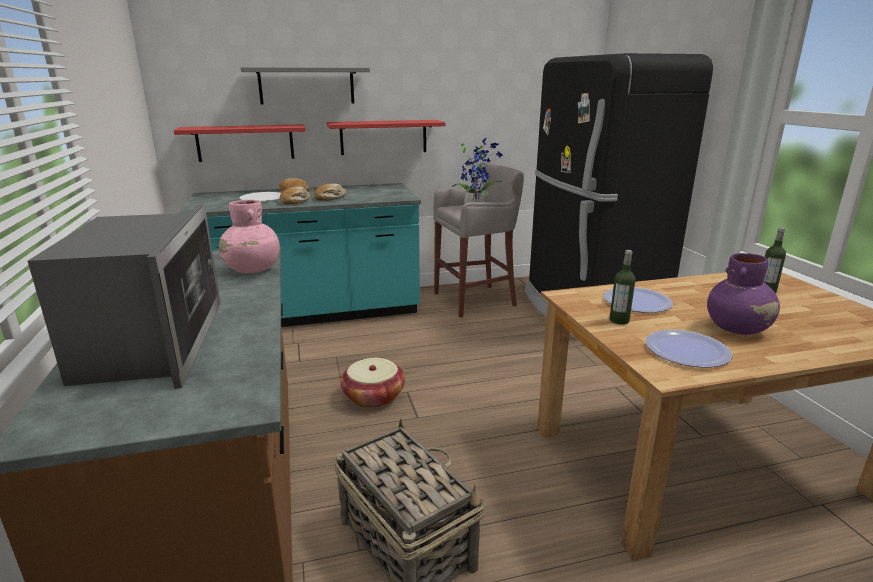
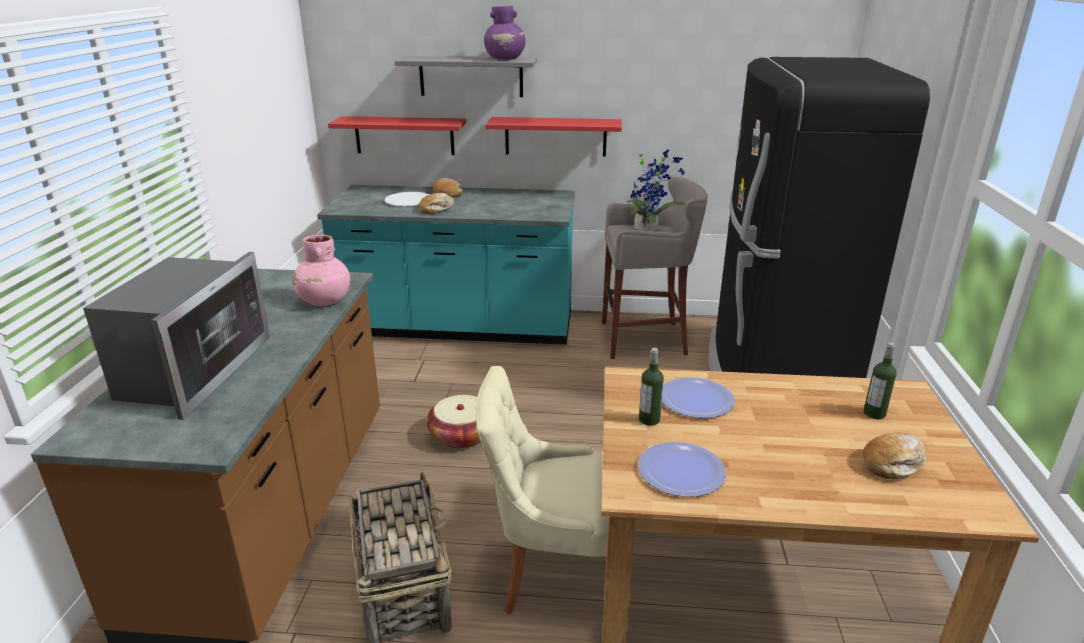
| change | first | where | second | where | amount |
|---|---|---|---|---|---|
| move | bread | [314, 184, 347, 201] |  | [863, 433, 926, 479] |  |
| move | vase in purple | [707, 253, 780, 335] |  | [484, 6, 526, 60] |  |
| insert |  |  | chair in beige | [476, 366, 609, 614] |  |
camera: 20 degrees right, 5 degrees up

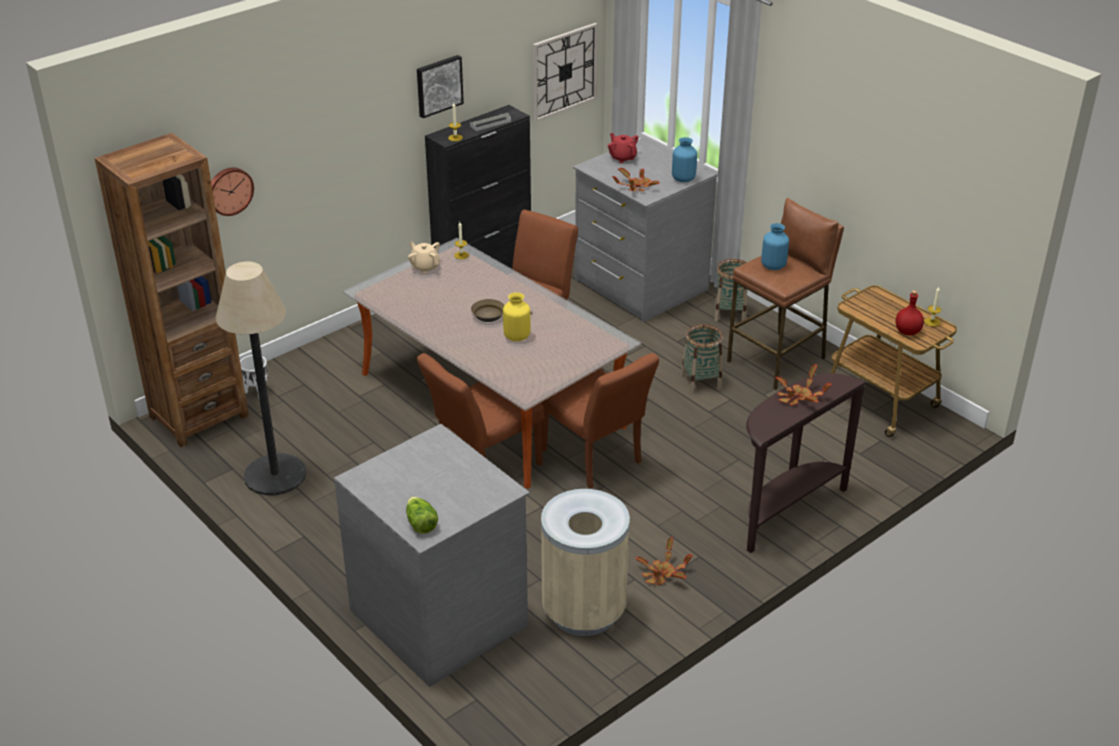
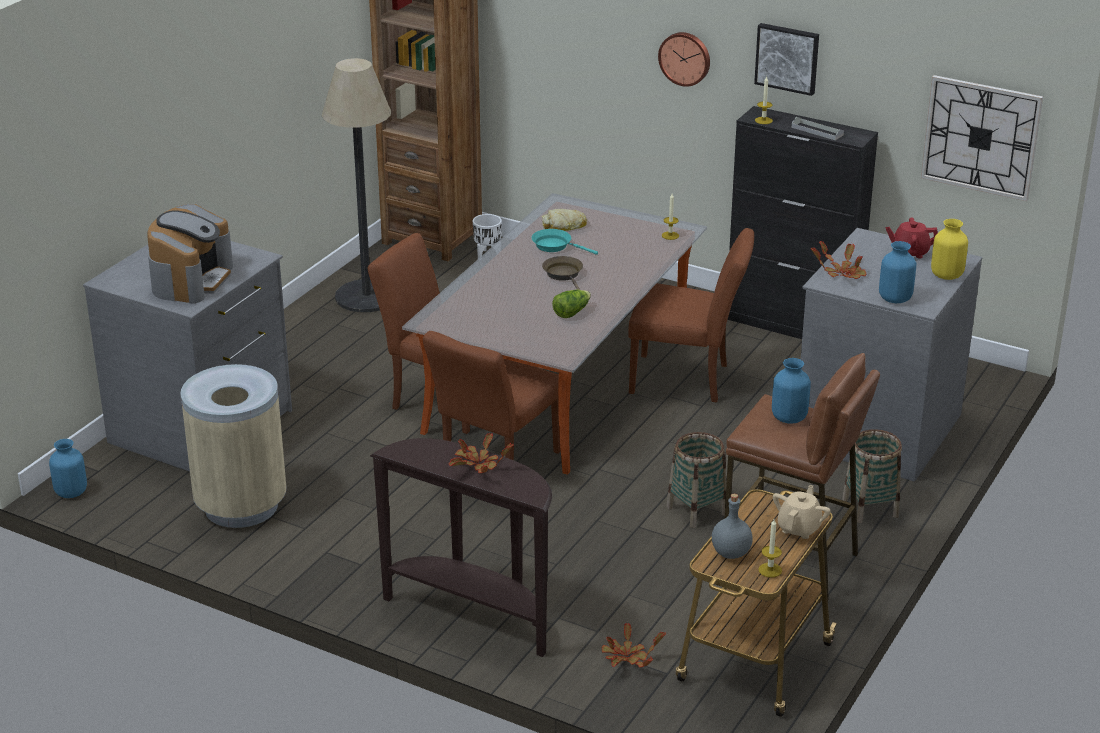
| change | first | where | second | where | amount |
|---|---|---|---|---|---|
| rotate | teapot in red | [608, 133, 638, 163] |  | [886, 217, 938, 259] | 120 degrees counterclockwise |
| move | wall clock | [211, 168, 254, 216] |  | [658, 32, 710, 87] |  |
| move | teapot in beige | [408, 241, 440, 274] |  | [773, 485, 831, 539] |  |
| recolor | bottle in red | [896, 290, 924, 335] | bottle in grey | [712, 494, 753, 559] |  |
| move | vase in yellow | [503, 292, 531, 341] |  | [931, 219, 968, 280] |  |
| move | lettuce | [406, 496, 438, 534] |  | [552, 290, 591, 318] |  |
| move | potted plant | [636, 537, 693, 585] |  | [601, 622, 666, 668] |  |
| insert |  |  | coffee machine | [147, 204, 233, 303] |  |
| insert |  |  | bread | [542, 209, 587, 231] |  |
| insert |  |  | frying pan in turquoise | [532, 229, 598, 255] |  |
| insert |  |  | vase in blue | [49, 439, 87, 498] |  |
camera: 70 degrees right, 5 degrees down

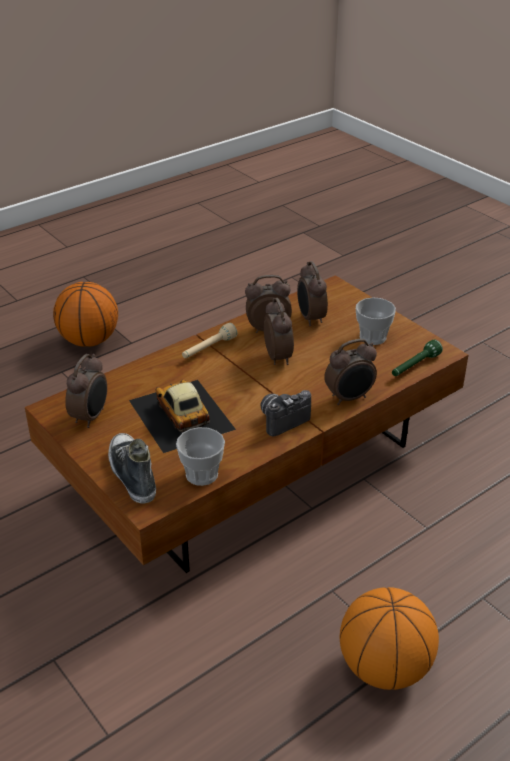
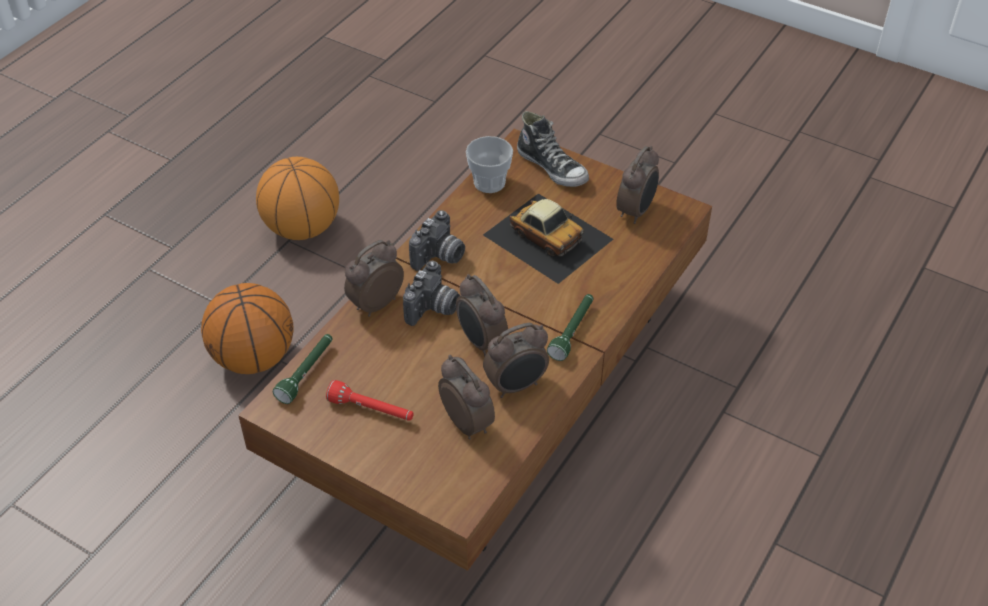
| change | first | where | second | where | amount |
|---|---|---|---|---|---|
| move | basketball | [53, 282, 118, 347] |  | [201, 283, 293, 374] |  |
| replace | cup | [356, 298, 396, 345] | flashlight in red | [326, 380, 414, 421] |  |
| recolor | flashlight in beige | [182, 323, 237, 358] | flashlight in green | [547, 294, 593, 361] |  |
| rotate | alarm clock | [65, 354, 107, 428] |  | [616, 146, 659, 224] | 150 degrees counterclockwise |
| insert |  |  | photo camera | [403, 261, 460, 326] |  |
camera: 160 degrees right, 10 degrees up

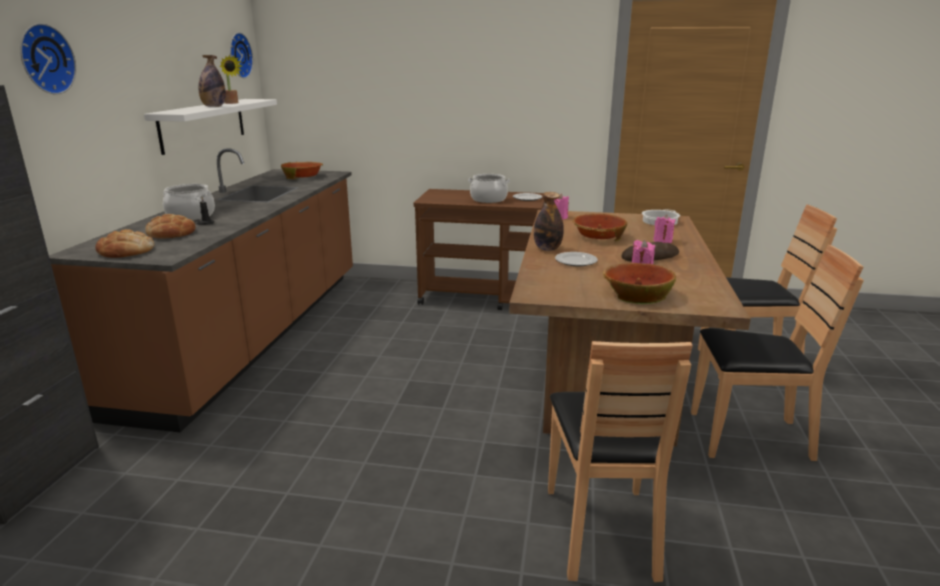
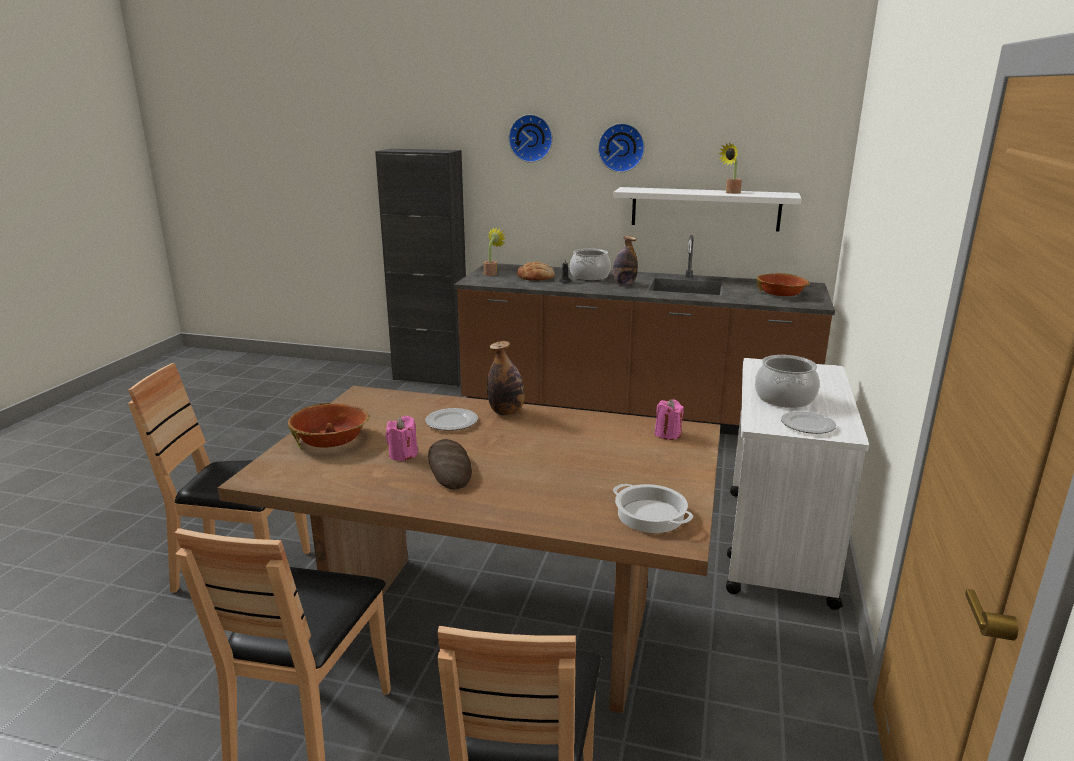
| change | first | where | second | where | amount |
|---|---|---|---|---|---|
| move | wall clock | [230, 32, 253, 78] |  | [598, 123, 645, 172] |  |
| move | bottle | [199, 55, 226, 107] |  | [613, 236, 638, 285] |  |
| recolor | cart in brown | [414, 189, 545, 310] | cart in white | [726, 358, 869, 610] |  |
| delete | bowl | [572, 214, 627, 241] |  |  |  |
| delete | candle in pink | [653, 215, 675, 243] |  |  |  |
| replace | bread | [95, 229, 155, 258] | potted plant | [483, 227, 506, 276] |  |
camera: 95 degrees right, 0 degrees up

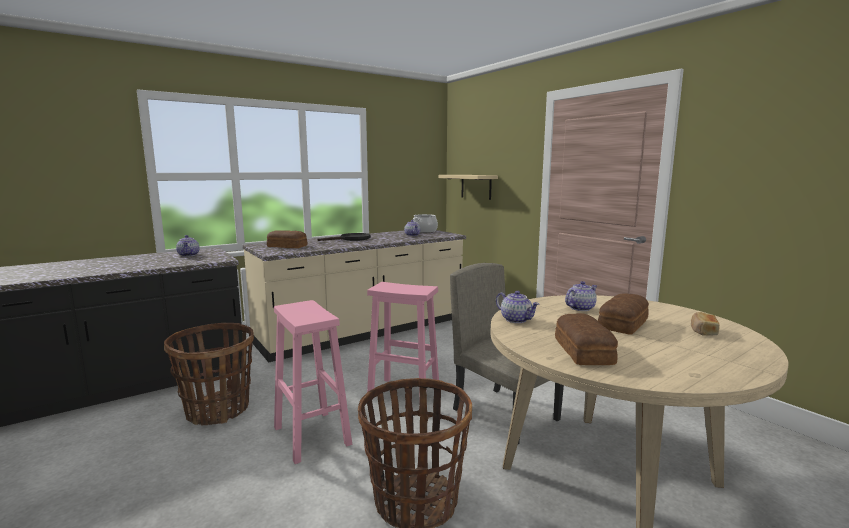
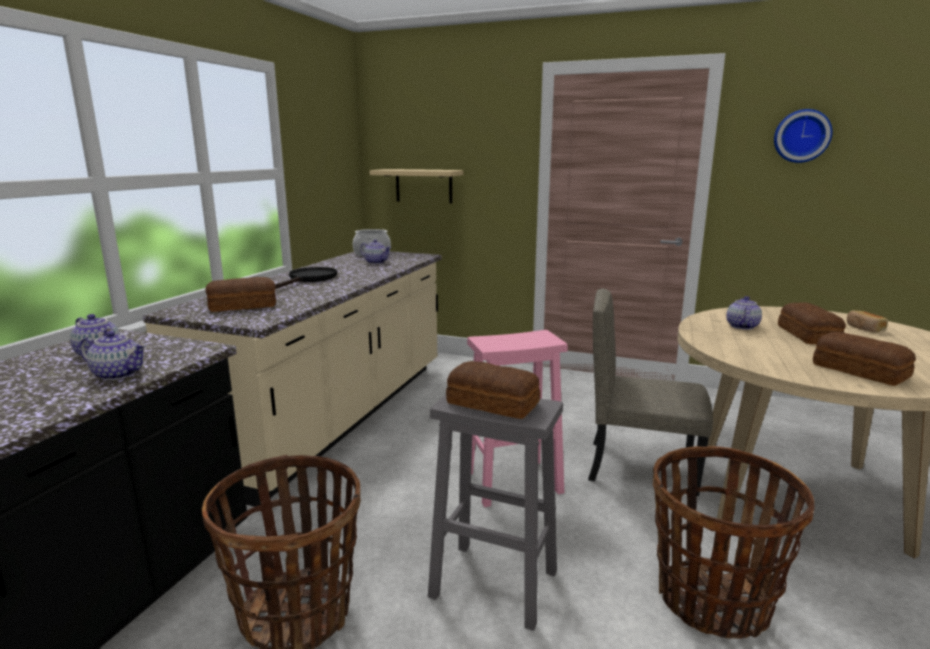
| change | first | where | second | where | amount |
|---|---|---|---|---|---|
| move | teapot | [496, 291, 539, 323] |  | [79, 331, 147, 380] |  |
| recolor | stool in pink | [274, 300, 352, 464] | stool in grey | [428, 394, 563, 631] |  |
| insert |  |  | wall clock | [774, 109, 832, 163] |  |
| insert |  |  | bread | [446, 361, 540, 419] |  |
camera: 35 degrees left, 5 degrees up

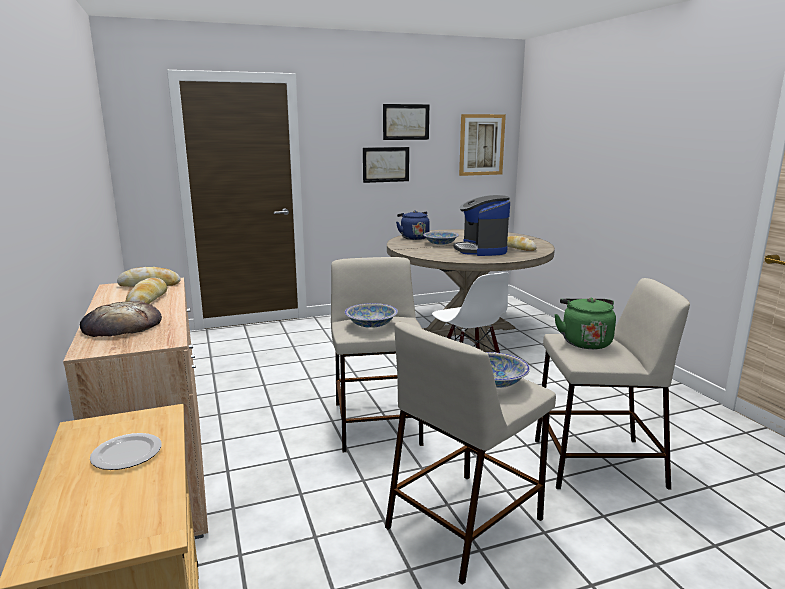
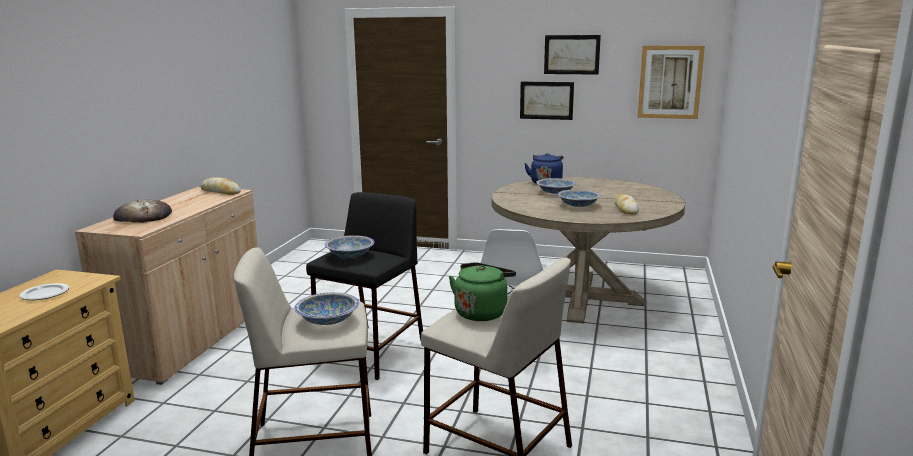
| change | first | where | second | where | amount |
|---|---|---|---|---|---|
| replace | coffee machine | [454, 195, 510, 256] | bowl | [558, 189, 601, 207] |  |
| recolor | stool in beige | [331, 257, 423, 452] | stool in black | [306, 192, 423, 380] |  |
| delete | bread | [125, 278, 167, 304] |  |  |  |
camera: 35 degrees right, 0 degrees up

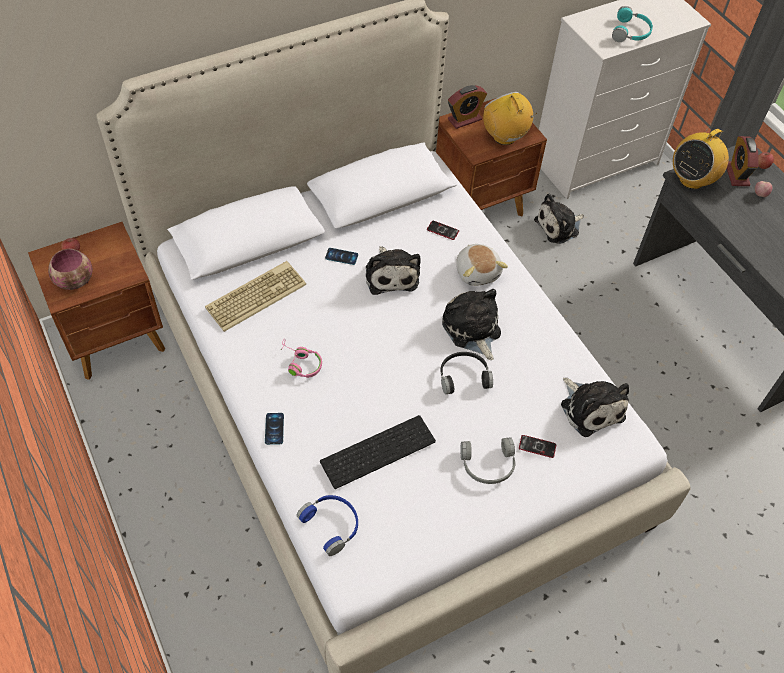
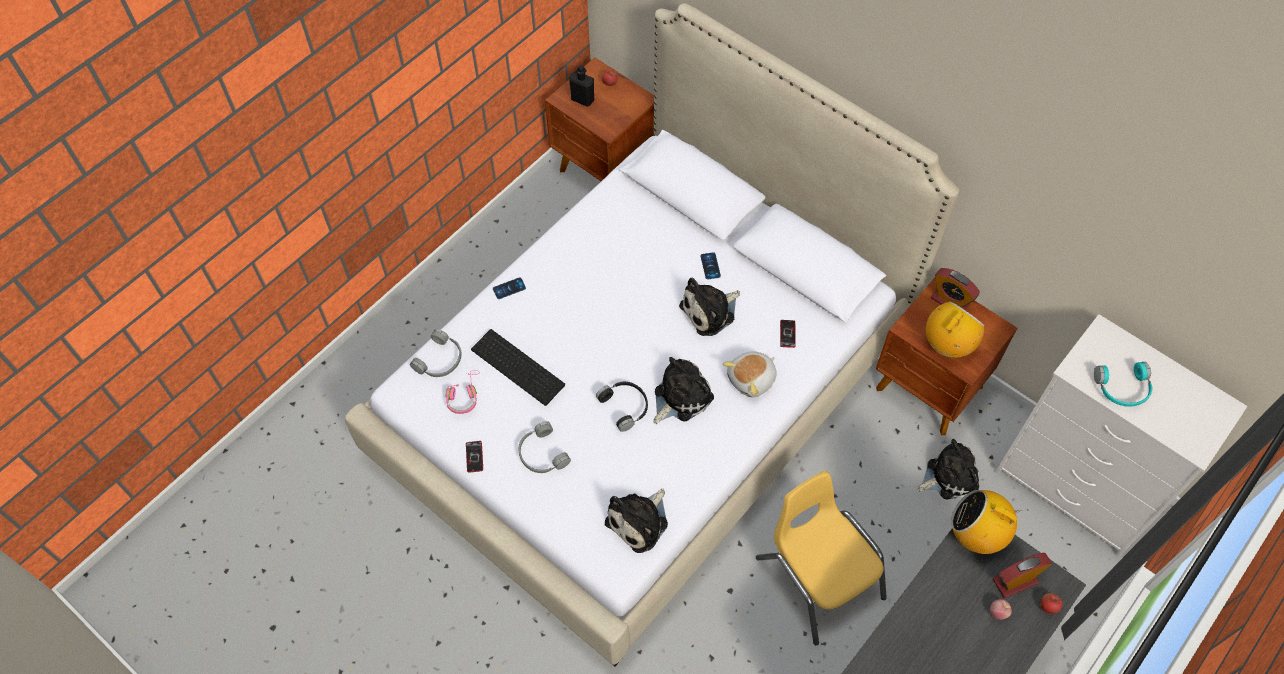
| change | first | where | second | where | amount |
|---|---|---|---|---|---|
| rotate | plush toy | [534, 194, 584, 244] |  | [917, 439, 980, 499] | 120 degrees clockwise |
| replace | bowl | [48, 249, 93, 290] | bottle in black | [569, 65, 594, 107] |  |
| delete | keyboard | [205, 261, 306, 332] |  |  |  |
| move | headphones in pink | [280, 339, 322, 378] |  | [446, 370, 480, 414] |  |
| move | phone | [519, 435, 556, 458] |  | [466, 441, 483, 473] |  |
| recolor | headphones in blue | [296, 495, 358, 556] | headphones in grey | [410, 329, 462, 377] |  |
| insert |  |  | chair in yellow | [756, 471, 887, 645] |  |
camera: 70 degrees right, 5 degrees up

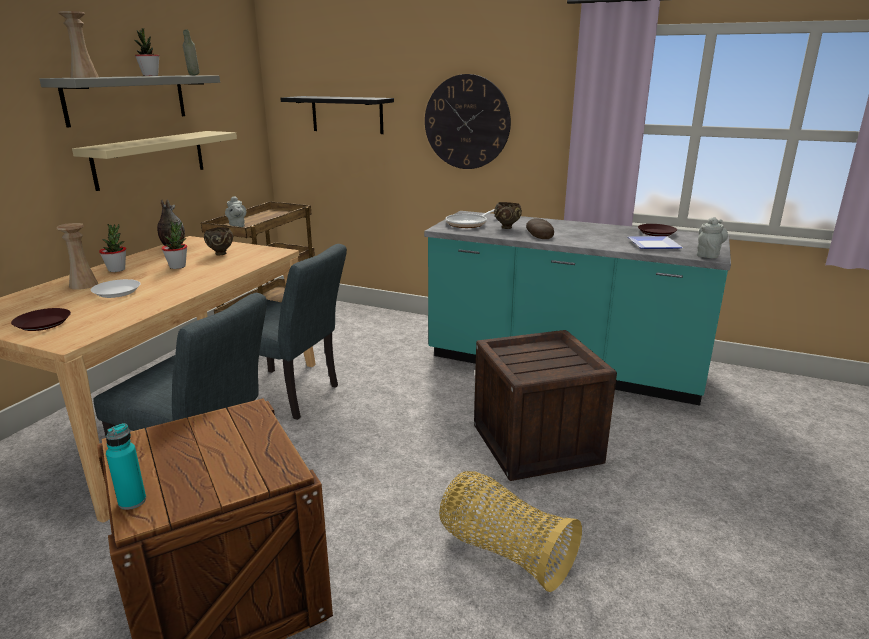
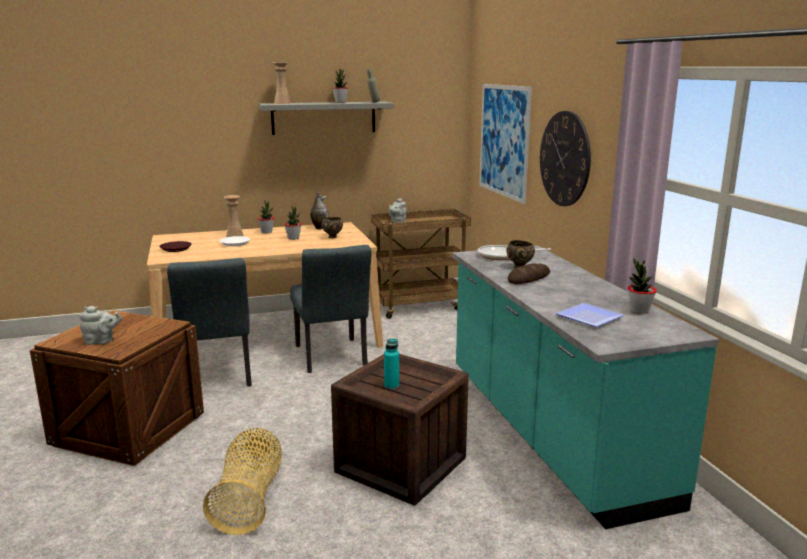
| change | first | where | second | where | amount |
|---|---|---|---|---|---|
| replace | shelf in black | [280, 96, 394, 134] | picture | [479, 84, 532, 204] |  |
| delete | shelf in beige | [72, 131, 237, 191] |  |  |  |
| move | teapot in grey | [697, 217, 728, 259] |  | [79, 306, 122, 345] |  |
| replace | plate in brown | [638, 224, 677, 236] | potted plant | [628, 258, 657, 314] |  |
| move | bottle in turquoise | [106, 423, 146, 510] |  | [384, 339, 399, 389] |  |
camera: 50 degrees right, 5 degrees down

